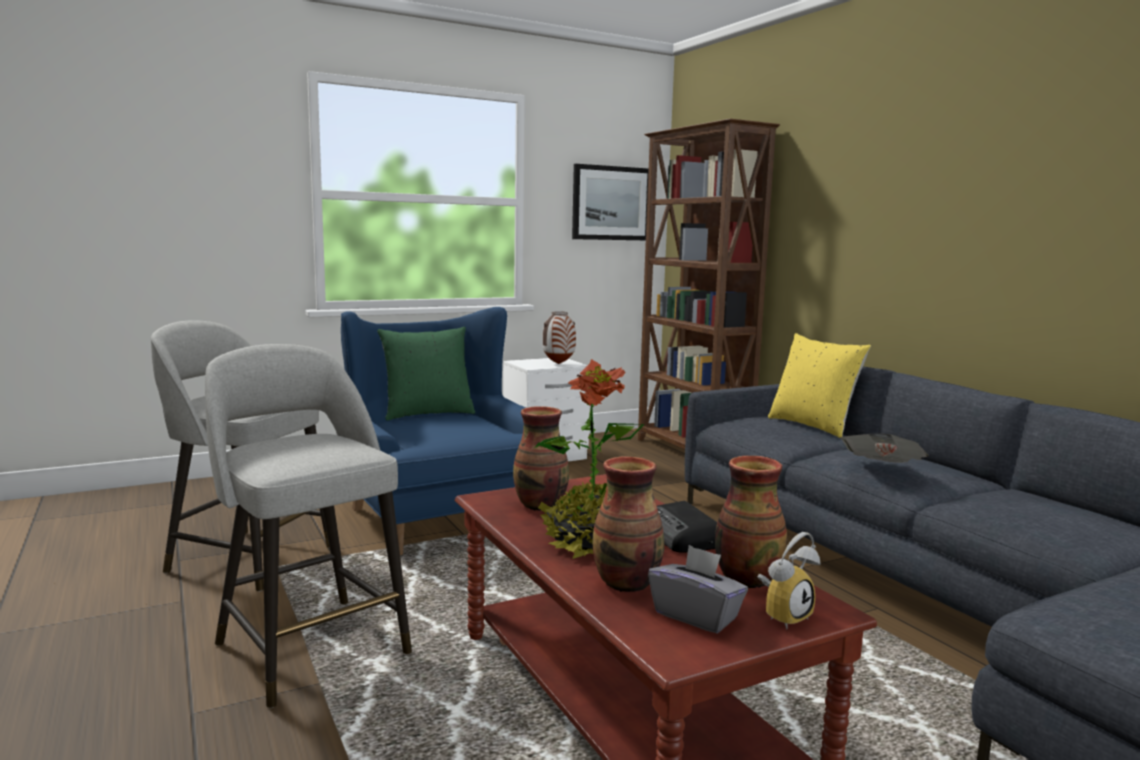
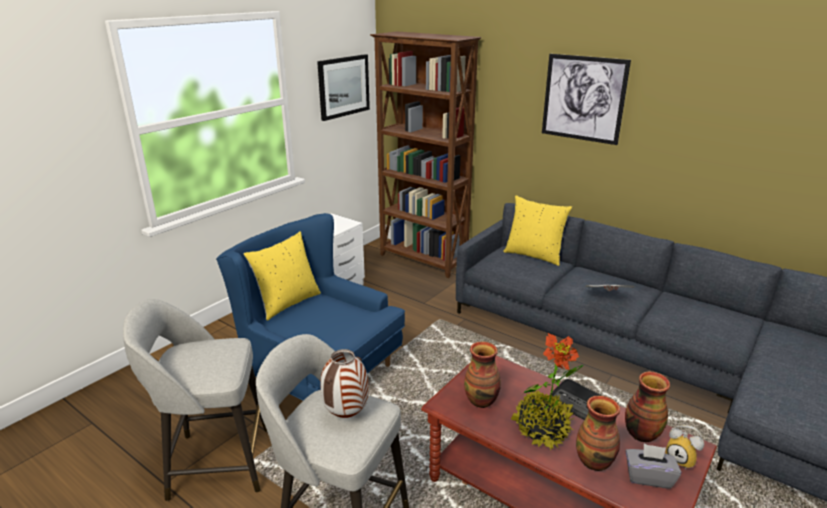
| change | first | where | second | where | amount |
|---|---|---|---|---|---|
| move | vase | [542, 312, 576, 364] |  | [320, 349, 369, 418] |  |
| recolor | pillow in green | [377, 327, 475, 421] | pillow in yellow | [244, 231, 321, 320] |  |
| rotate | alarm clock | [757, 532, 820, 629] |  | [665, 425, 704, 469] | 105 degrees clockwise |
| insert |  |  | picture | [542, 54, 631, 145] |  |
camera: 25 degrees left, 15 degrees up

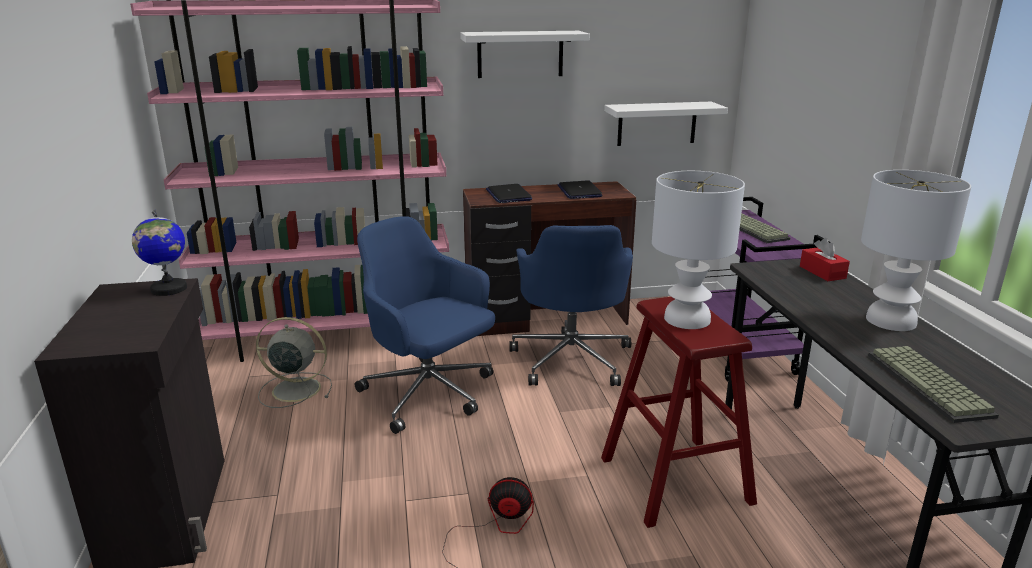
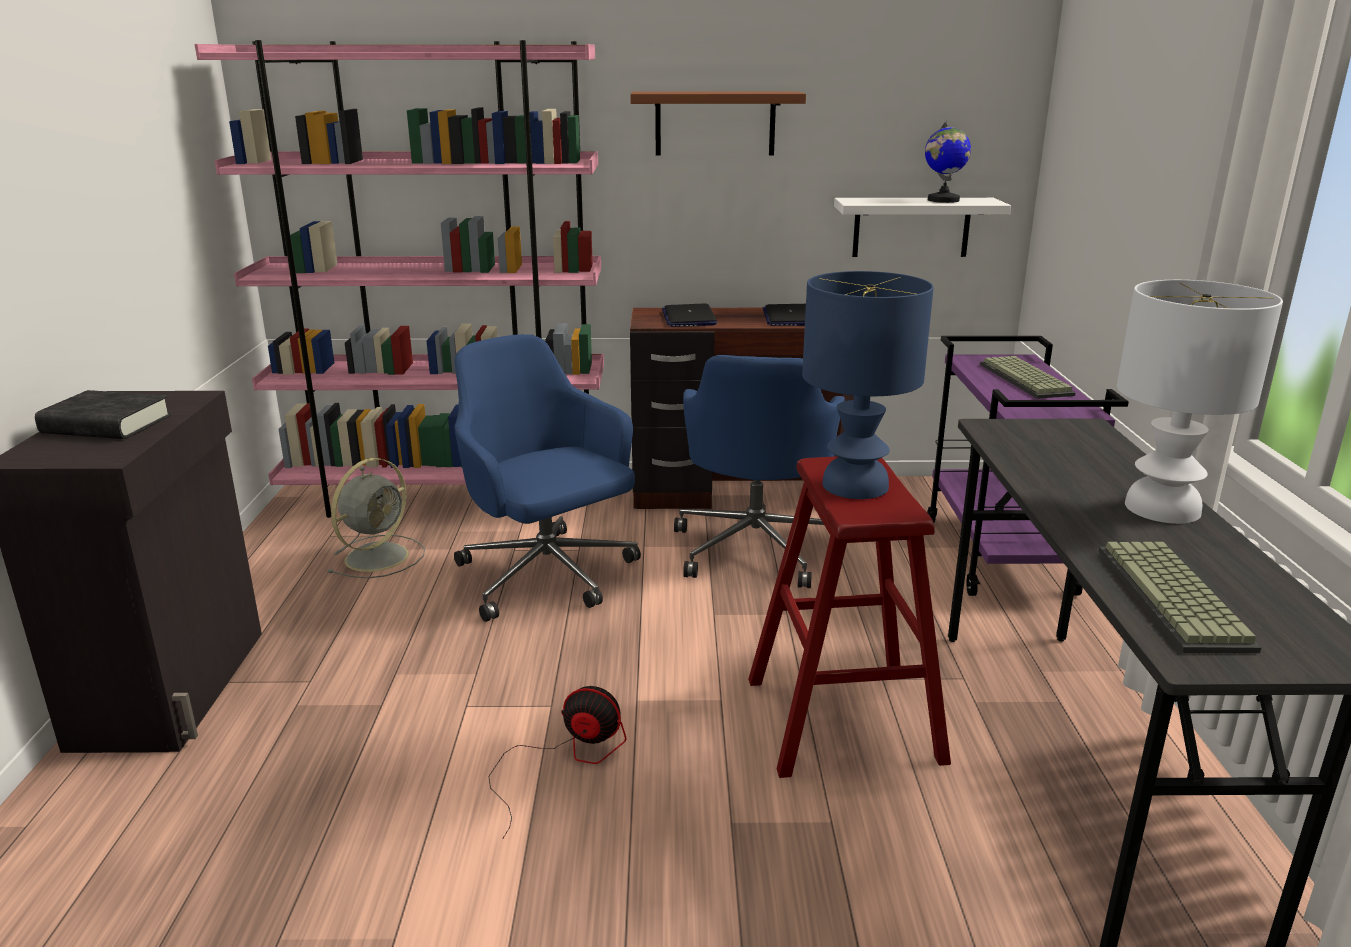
| change | first | where | second | where | amount |
|---|---|---|---|---|---|
| recolor | shelf in white | [460, 31, 590, 78] | shelf in brown | [630, 91, 806, 156] |  |
| recolor | table lamp in white | [652, 171, 745, 329] | table lamp in blue | [802, 271, 934, 499] |  |
| move | globe | [132, 209, 187, 296] |  | [925, 121, 971, 203] |  |
| delete | tissue box in red | [800, 238, 850, 281] |  |  |  |
| rotate | fan in grey | [256, 317, 332, 408] |  | [328, 458, 425, 578] | 105 degrees clockwise |
| insert |  |  | book in black | [35, 390, 171, 439] |  |
camera: 10 degrees right, 0 degrees up

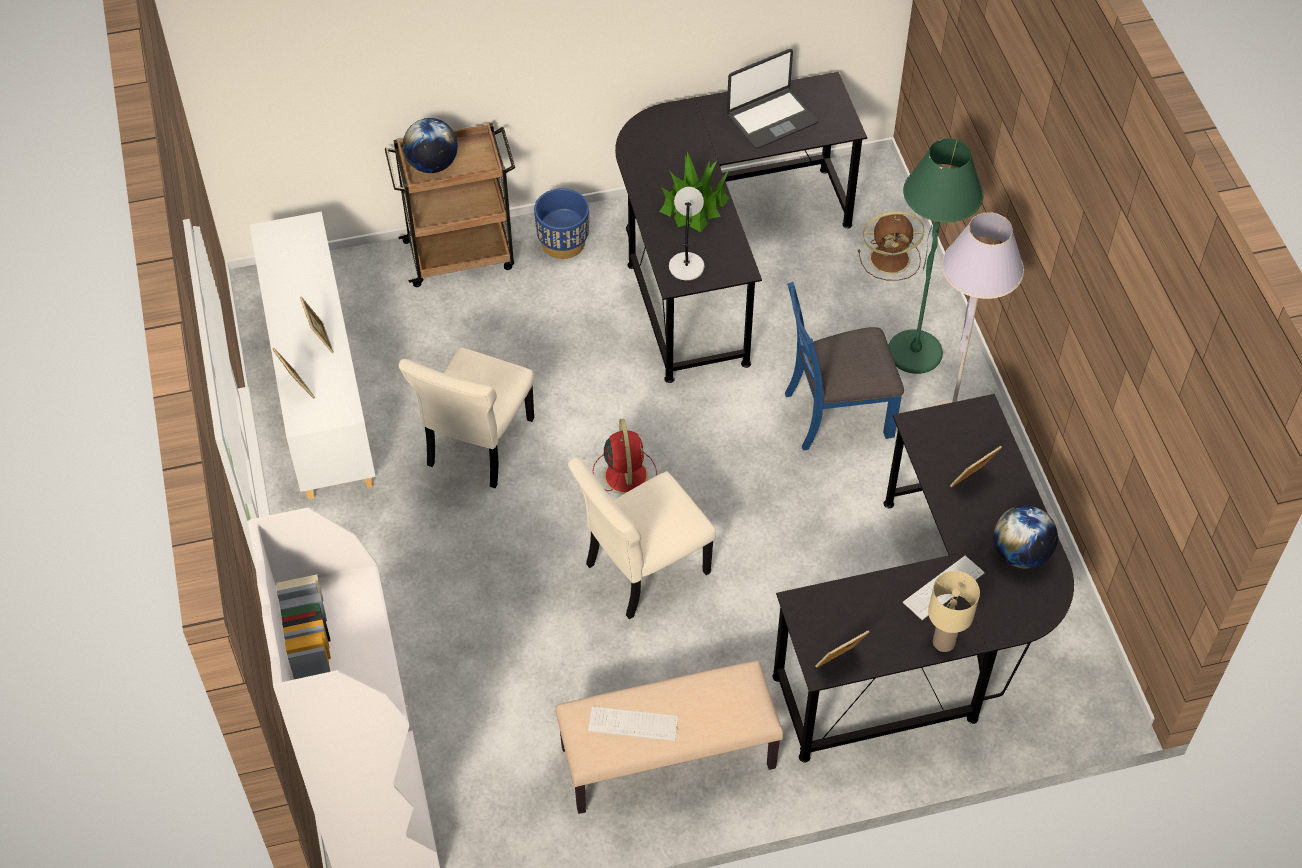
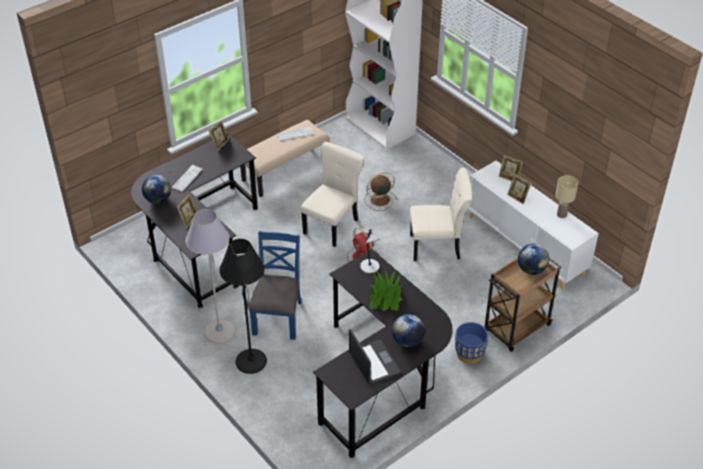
| change | first | where | second | where | amount |
|---|---|---|---|---|---|
| rotate | laptop | [727, 49, 818, 149] |  | [349, 329, 401, 384] | 120 degrees clockwise |
| recolor | floor lamp in green | [889, 138, 983, 374] | floor lamp in black | [219, 239, 267, 374] |  |
| move | fan in brown | [858, 211, 924, 281] |  | [365, 172, 397, 211] |  |
| rotate | chair in blue | [785, 282, 904, 450] |  | [249, 231, 302, 340] | 45 degrees counterclockwise |
| rotate | chair in beige | [399, 347, 535, 488] |  | [410, 168, 472, 261] | 90 degrees clockwise |
| move | table lamp in beige | [928, 571, 980, 652] |  | [555, 175, 578, 218] |  |
| insert |  |  | globe | [392, 314, 425, 347] |  |
camera: 155 degrees right, 10 degrees down

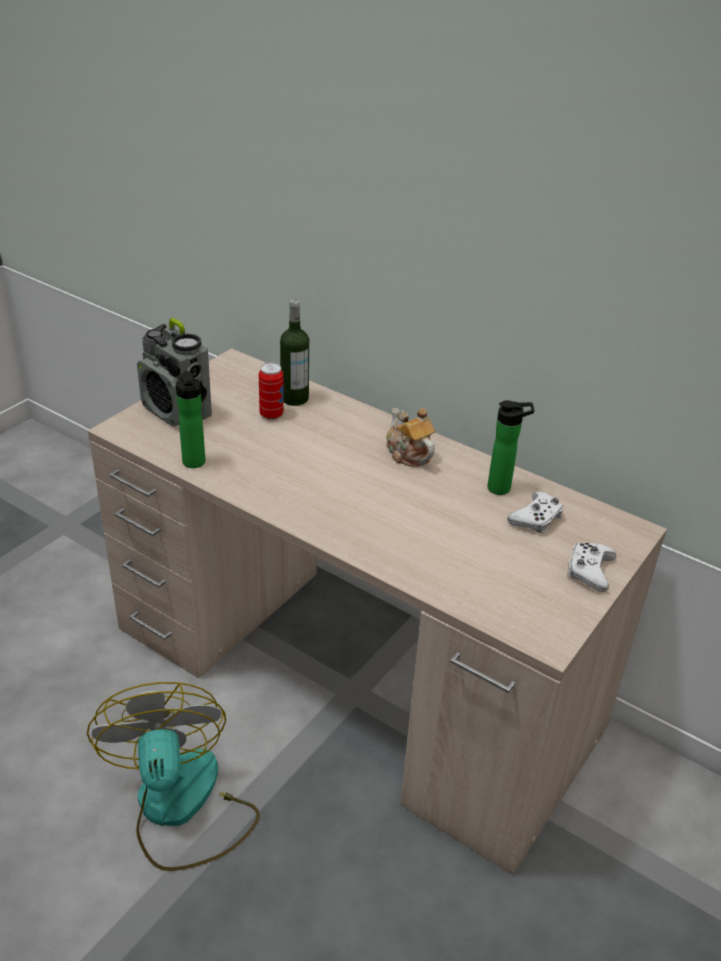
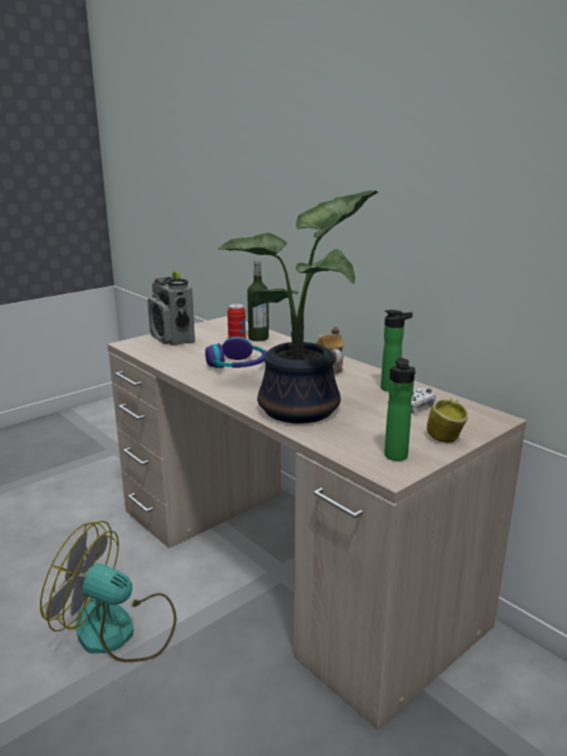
| change | first | where | second | where | amount |
|---|---|---|---|---|---|
| move | bottle | [176, 371, 205, 468] |  | [384, 358, 416, 461] |  |
| replace | game controller in white | [567, 542, 616, 592] | mug | [427, 396, 468, 443] |  |
| rotate | fan | [87, 682, 260, 871] |  | [40, 521, 177, 662] | 75 degrees counterclockwise |
| insert |  |  | potted plant | [218, 190, 378, 423] |  |
| insert |  |  | headphones | [205, 337, 267, 368] |  |
camera: 15 degrees right, 15 degrees down

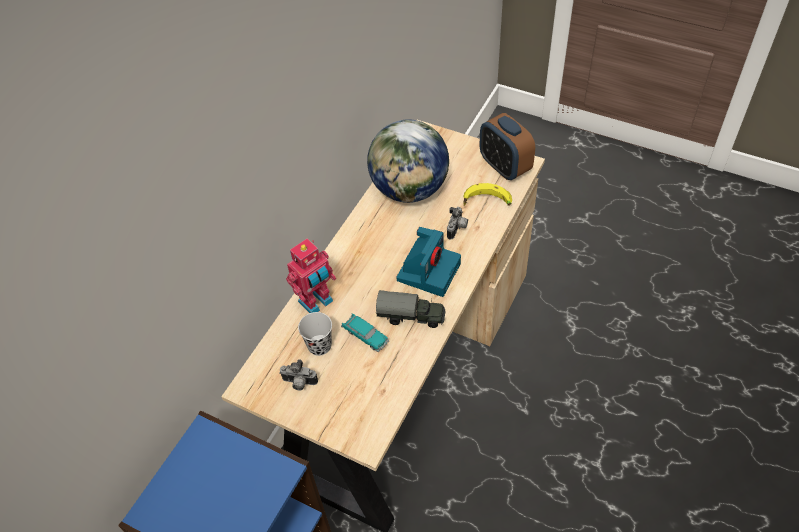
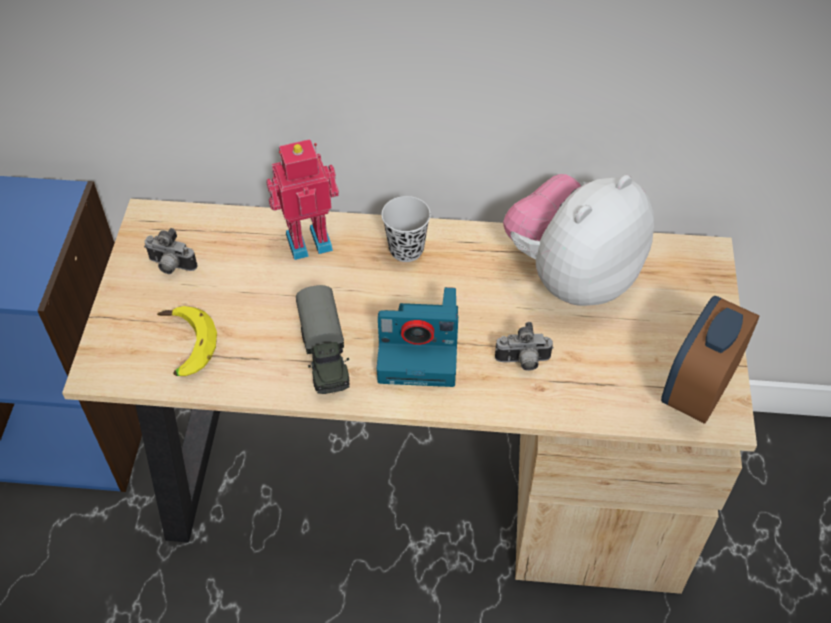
| change | first | where | second | where | amount |
|---|---|---|---|---|---|
| replace | globe | [367, 119, 449, 203] | plush toy | [503, 174, 654, 306] |  |
| move | banana | [463, 183, 512, 206] |  | [157, 306, 217, 376] |  |
| rotate | toy robot | [286, 238, 336, 313] |  | [266, 139, 339, 260] | 135 degrees clockwise |
| move | cup in black | [298, 312, 332, 356] |  | [381, 196, 431, 262] |  |
| delete | toy car | [341, 313, 389, 352] |  |  |  |
| rotate | photo camera | [279, 359, 318, 391] |  | [144, 228, 198, 274] | 60 degrees counterclockwise |
camera: 65 degrees right, 0 degrees up

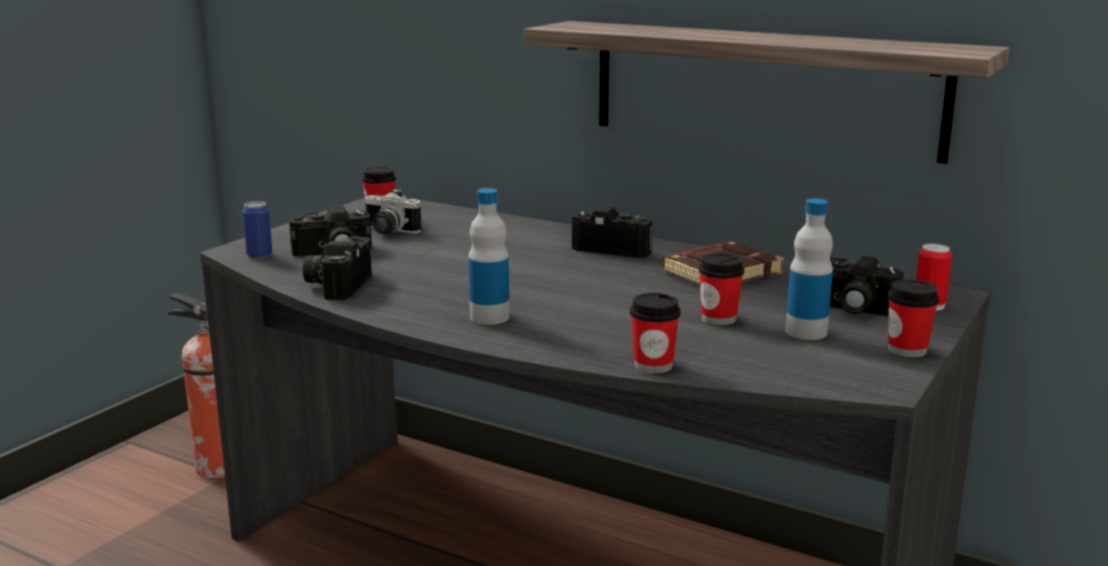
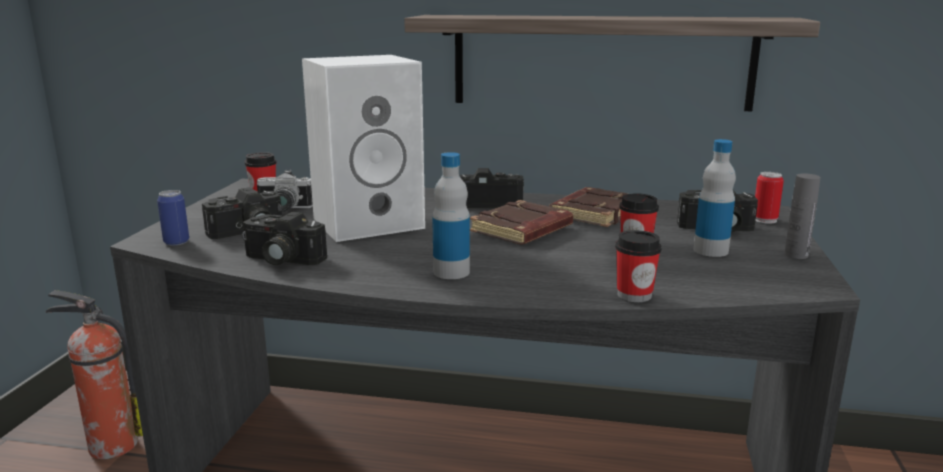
| change | first | where | second | where | amount |
|---|---|---|---|---|---|
| rotate | photo camera | [303, 236, 371, 300] |  | [242, 212, 327, 265] | 60 degrees counterclockwise |
| replace | cup | [888, 280, 939, 358] | bottle in grey | [784, 173, 821, 259] |  |
| insert |  |  | speaker in white | [302, 55, 425, 242] |  |
| insert |  |  | book in brown | [470, 200, 573, 244] |  |
camera: 20 degrees left, 0 degrees up

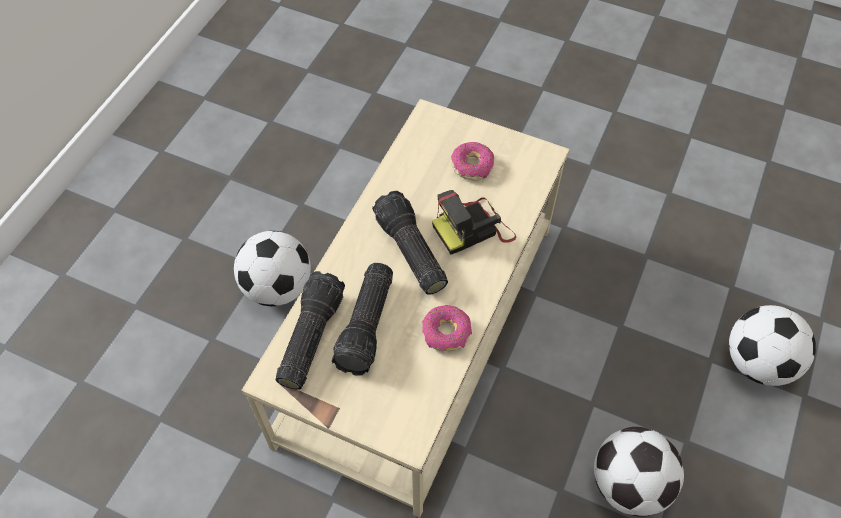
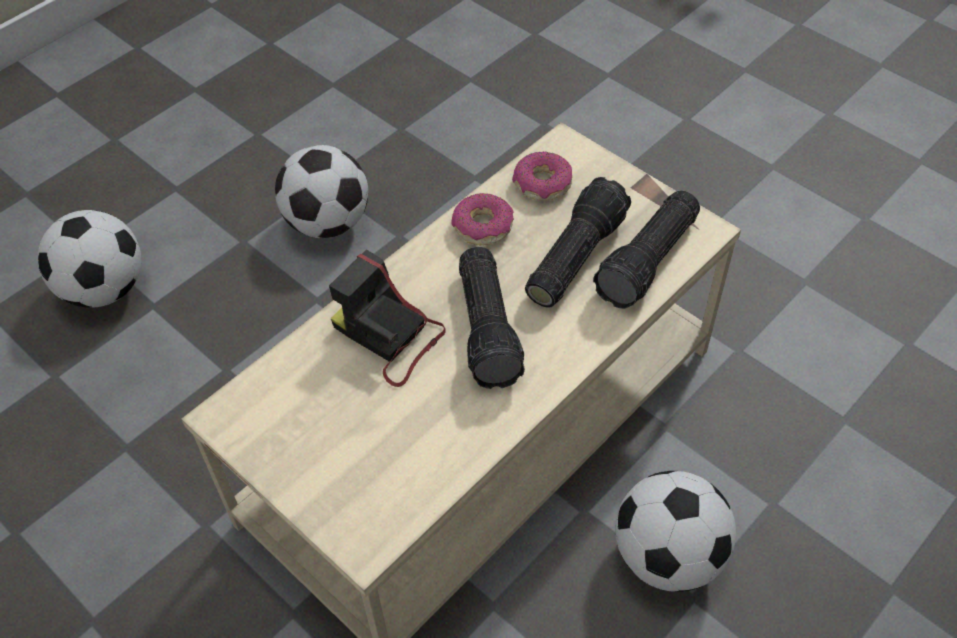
| change | first | where | second | where | amount |
|---|---|---|---|---|---|
| move | donut | [451, 142, 494, 180] |  | [512, 151, 572, 200] |  |
| rotate | photo camera | [432, 190, 516, 255] |  | [329, 249, 446, 387] | 135 degrees counterclockwise |
camera: 160 degrees left, 5 degrees down

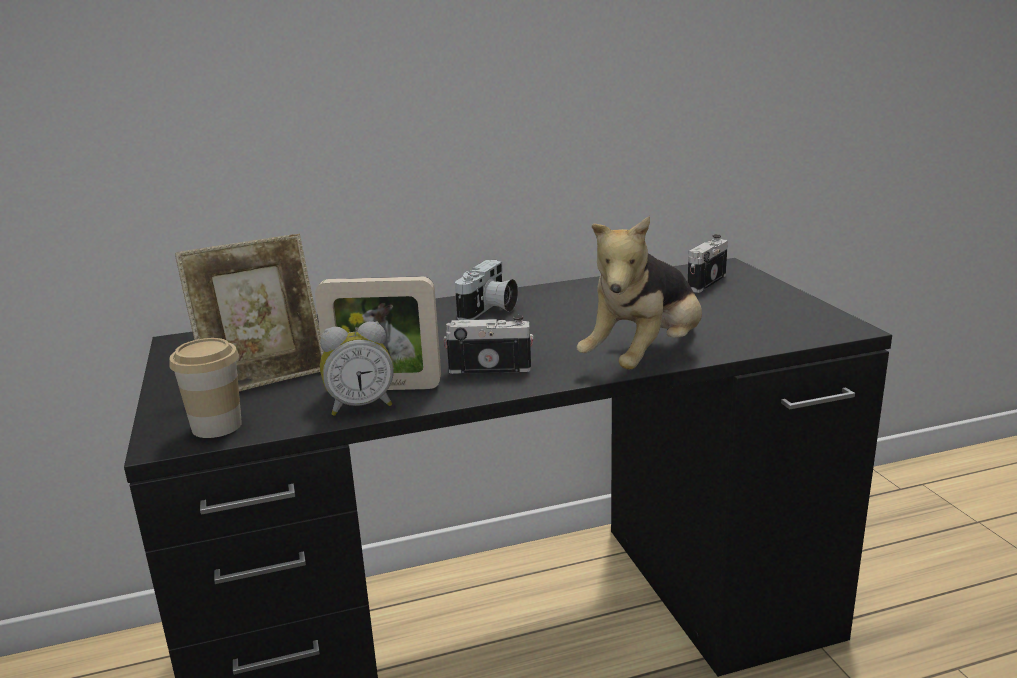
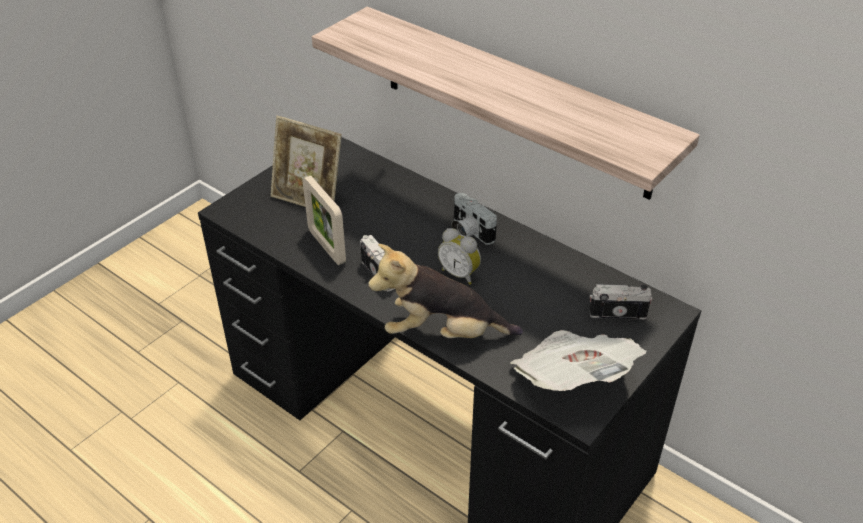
| change | first | where | second | where | amount |
|---|---|---|---|---|---|
| rotate | photo camera | [455, 260, 518, 320] |  | [451, 193, 497, 245] | 60 degrees clockwise |
| move | alarm clock | [320, 321, 394, 416] |  | [438, 228, 481, 285] |  |
| delete | cup | [170, 338, 242, 438] |  |  |  |
| insert |  |  | shelf | [312, 7, 700, 200] |  |
| insert |  |  | newspaper | [510, 330, 646, 391] |  |
camera: 55 degrees right, 20 degrees up

